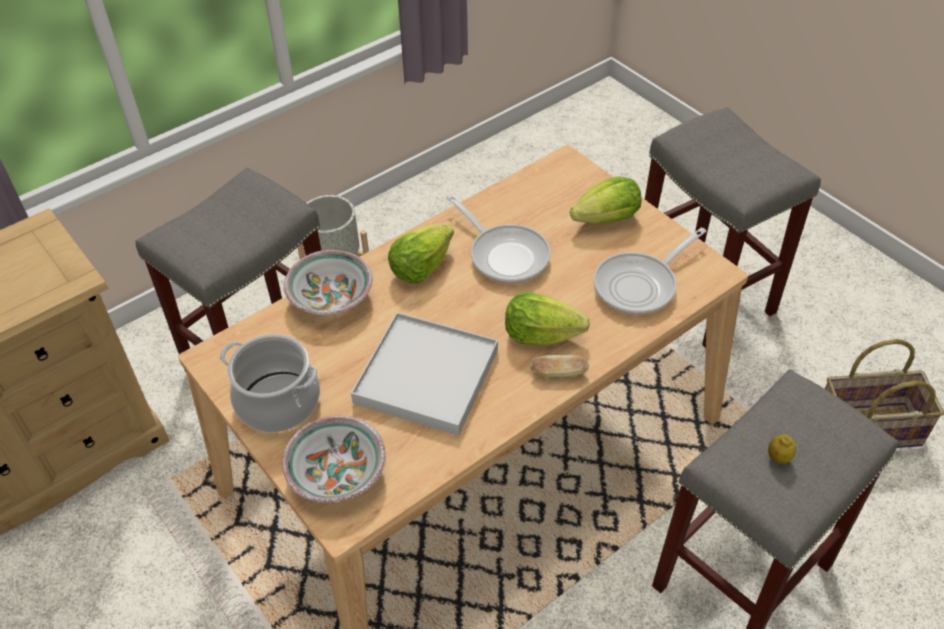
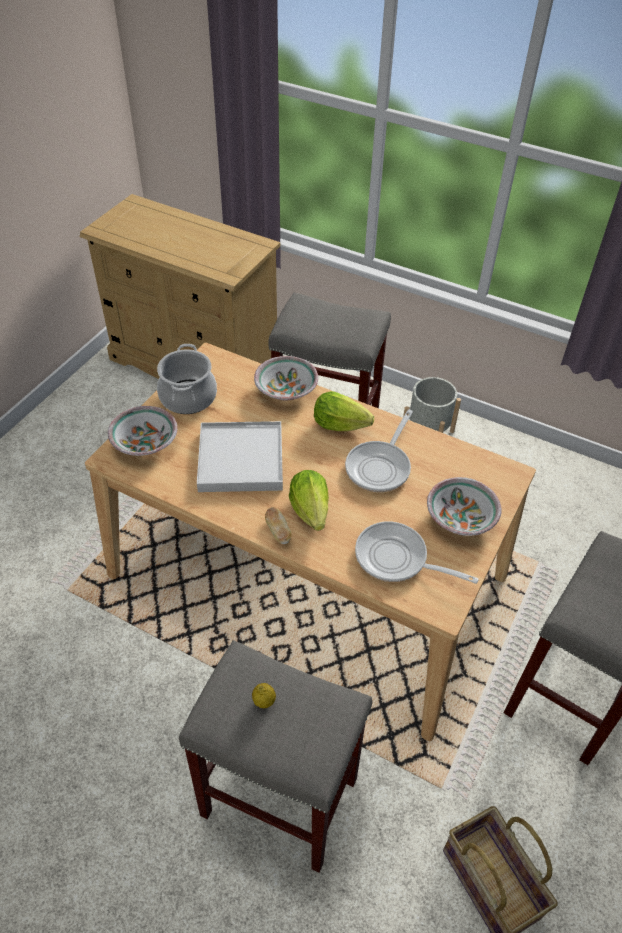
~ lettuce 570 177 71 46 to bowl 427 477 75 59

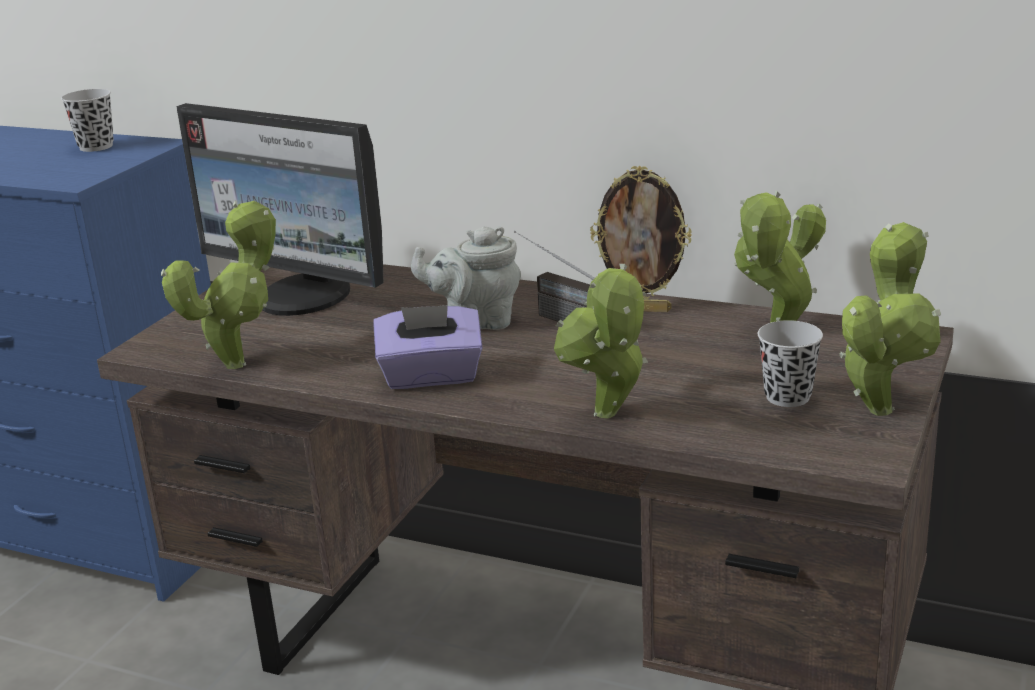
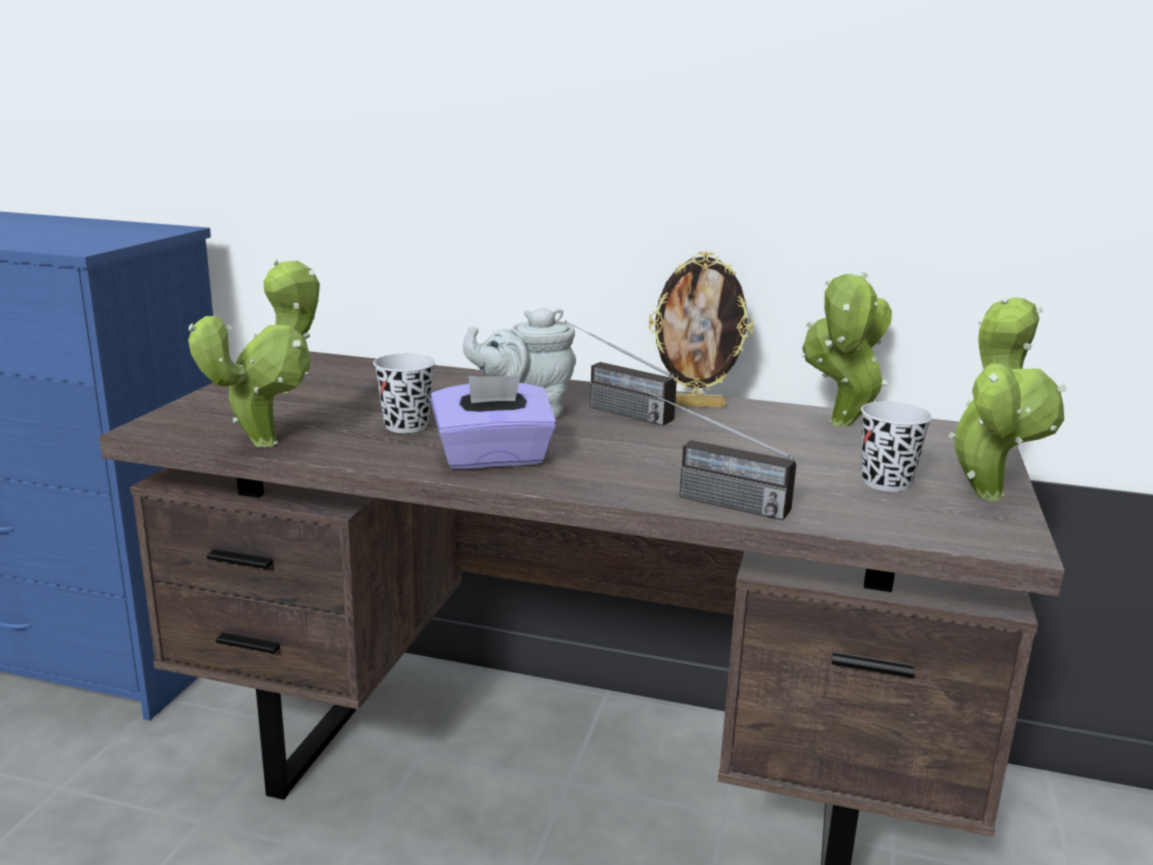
- monitor 176 103 208 213
~ cup (black) 61 89 53 63 to 373 353 62 80
~ potted plant 554 264 94 154 to radio 640 388 156 132

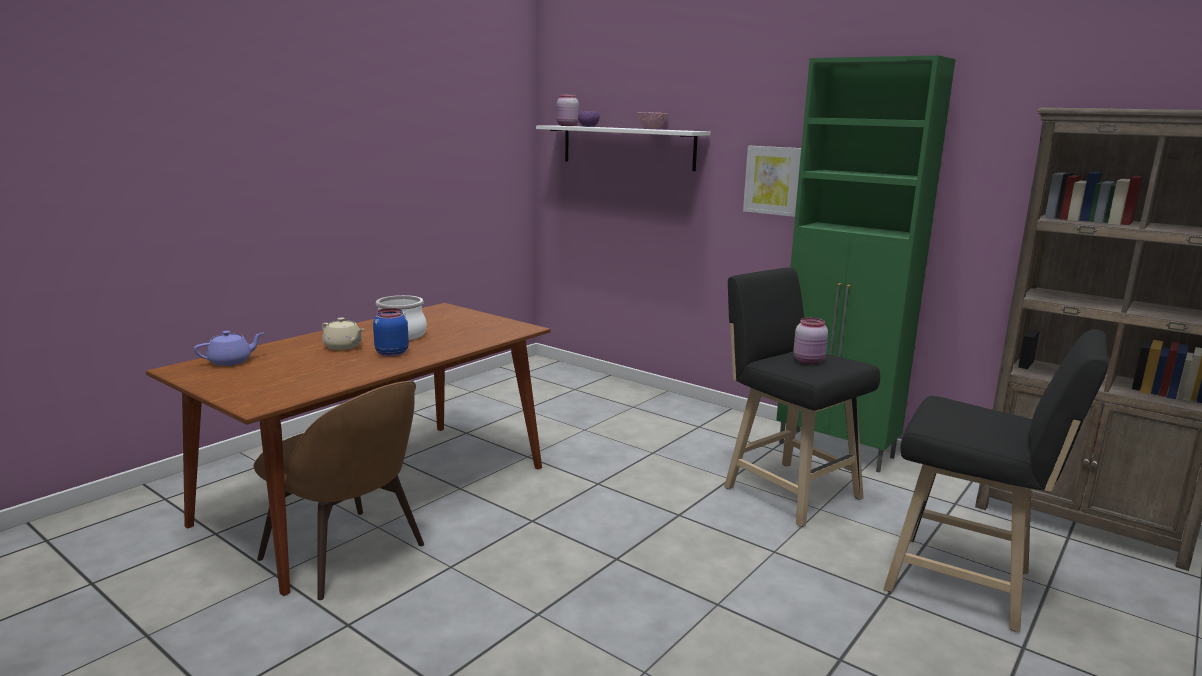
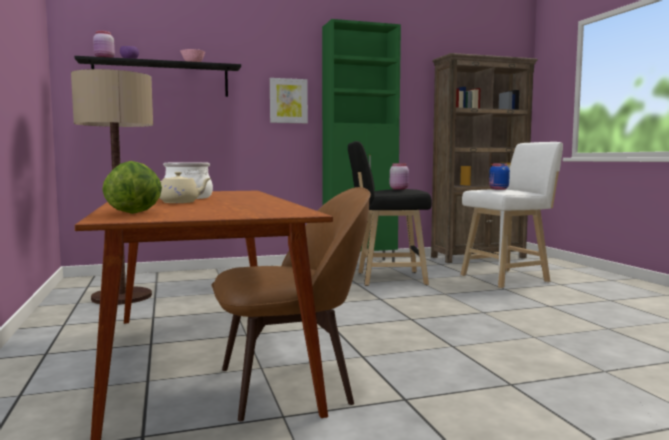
+ floor lamp 71 69 82 236
~ jar (blue) 373 308 36 49 to 489 163 21 27
~ teapot (purple) 194 331 69 35 to lettuce 102 161 60 53
~ shelf (white) 536 125 174 46 to shelf (black) 74 56 167 41
~ stool (black) 883 329 225 303 to stool (white) 460 142 103 146

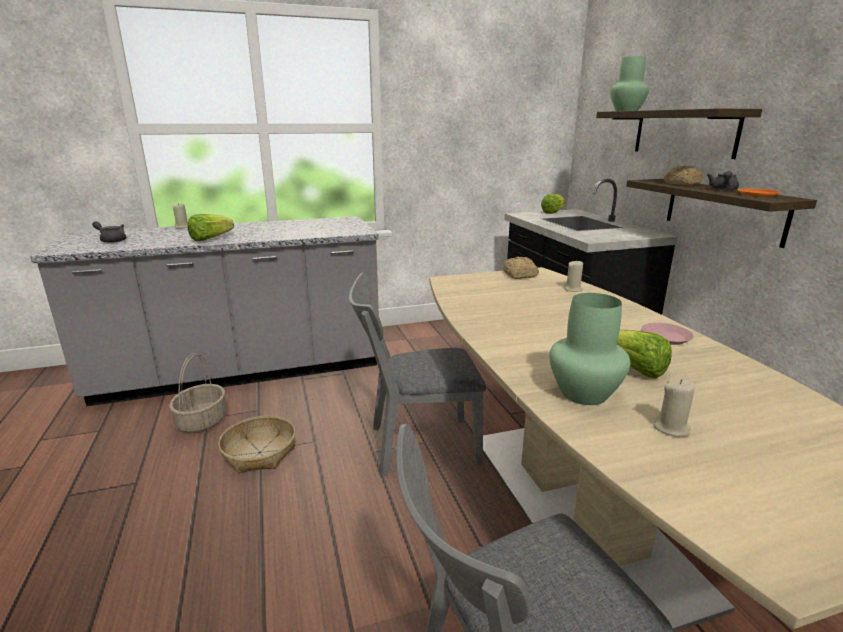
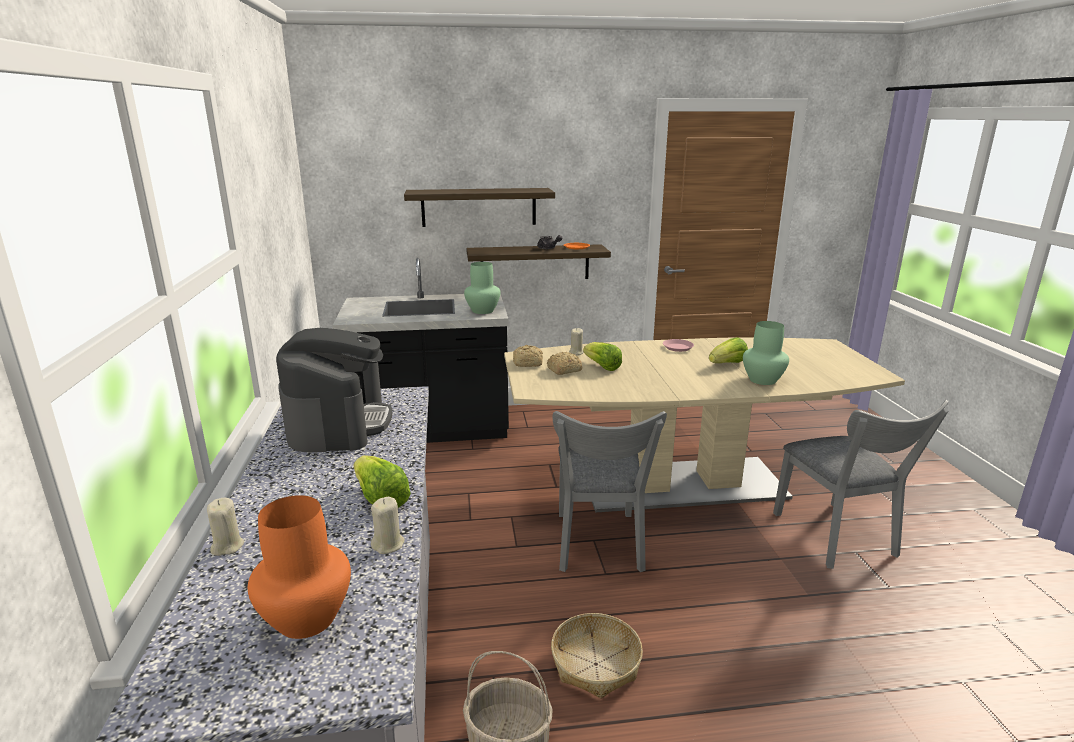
+ coffee machine 276 328 116 124
~ lettuce 541 194 24 20 to 583 342 39 29
~ vase (green) 610 56 40 55 to 464 262 37 52
~ candle (beige) 654 379 41 58 to 371 497 34 57
~ bread 664 166 39 19 to 547 352 35 23
~ teapot (grey) 92 221 34 22 to vase (orange) 248 495 103 144

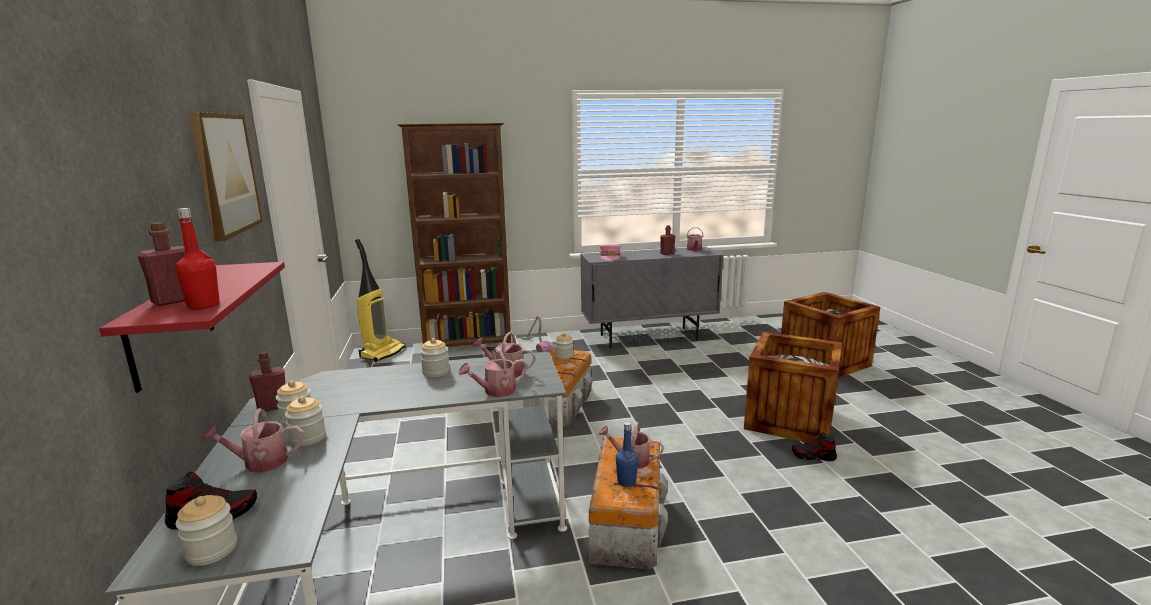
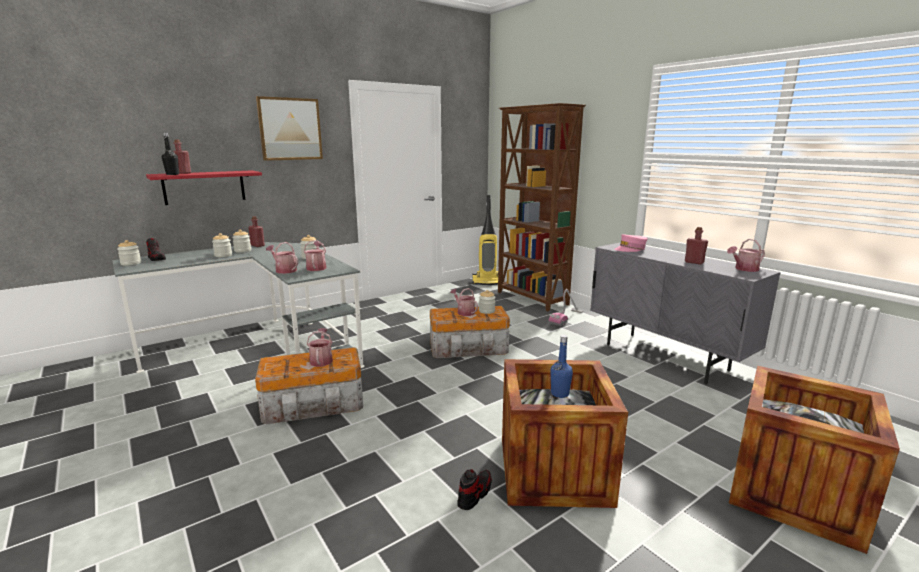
~ watering can 202 408 102 64 to 450 288 28 28
~ bottle (blue) 616 422 23 65 to 550 335 23 63
~ bottle (red) 175 208 45 101 to bottle (black) 162 132 17 43
~ shoe 792 432 45 29 = 457 469 35 41 45 degrees clockwise

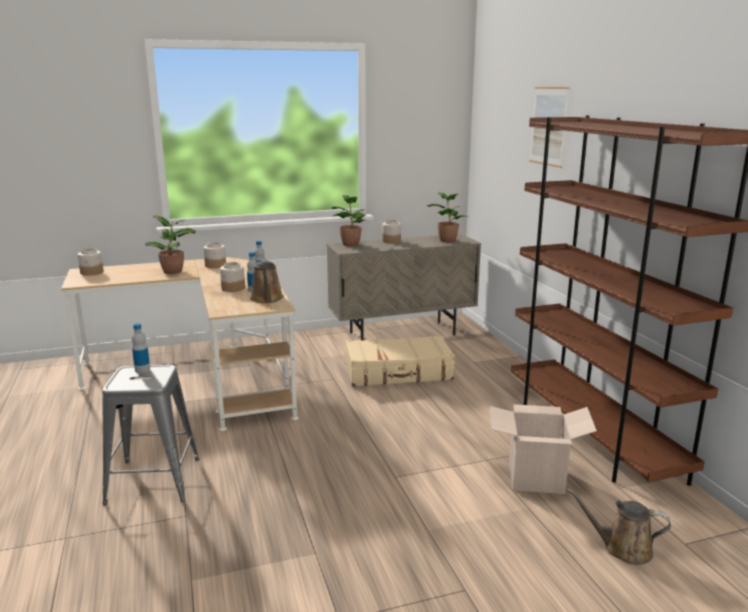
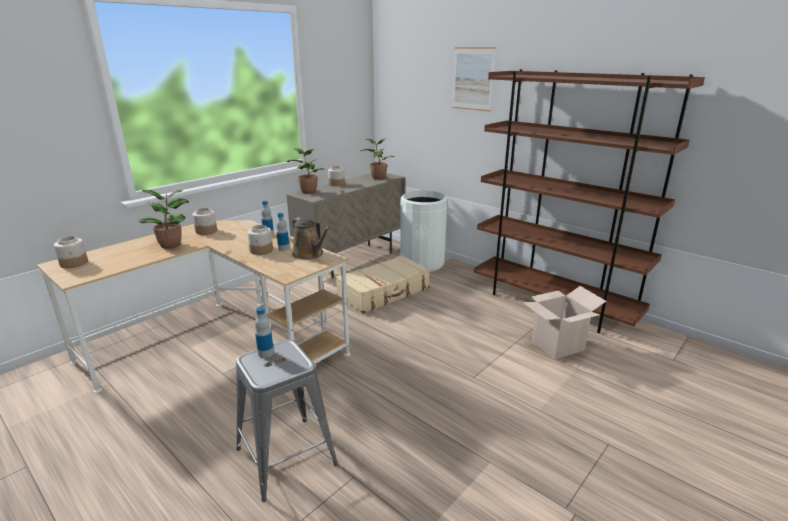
- watering can (brown) 567 488 104 77
+ trash can (white) 400 191 47 81

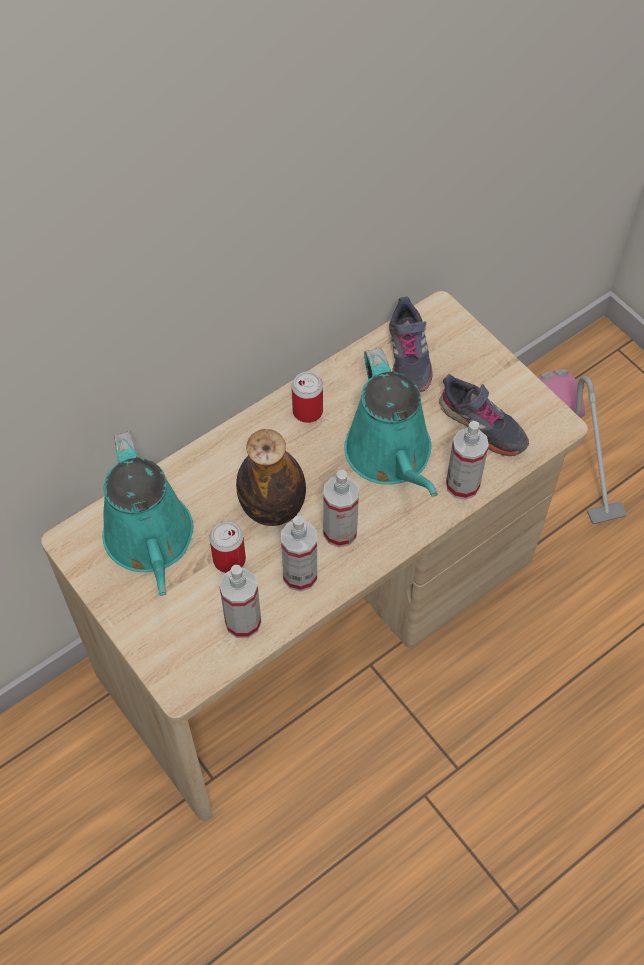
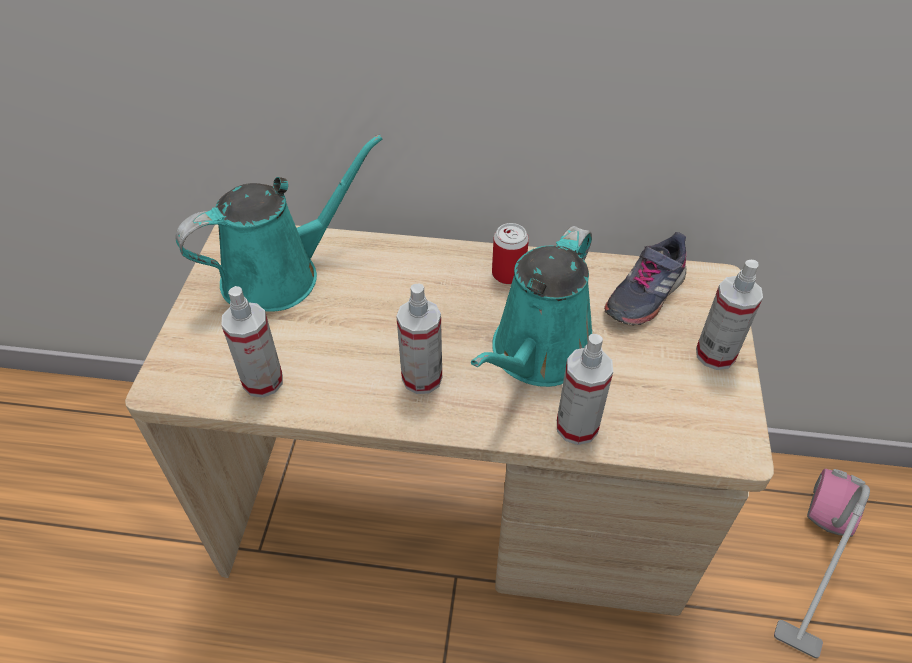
- can 209 521 37 52
- bottle 236 429 70 97
- shoe (grey) 439 374 90 82
~ spray bottle 281 515 36 77 to 696 260 67 110
~ watering can (turquoise) 102 431 91 165 = 175 135 207 177 150 degrees counterclockwise

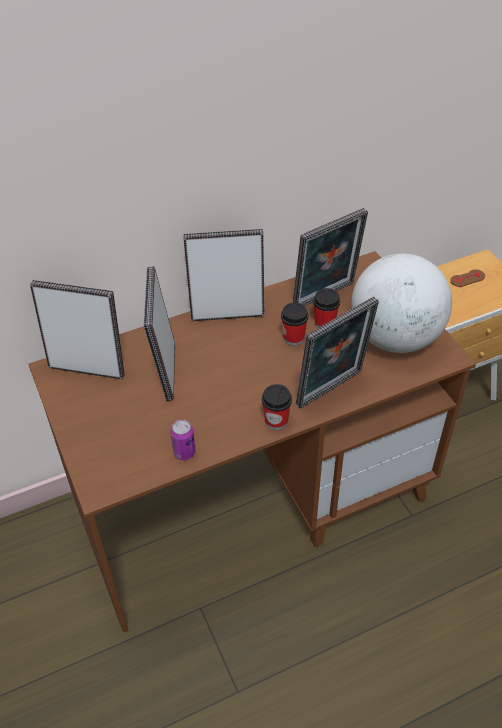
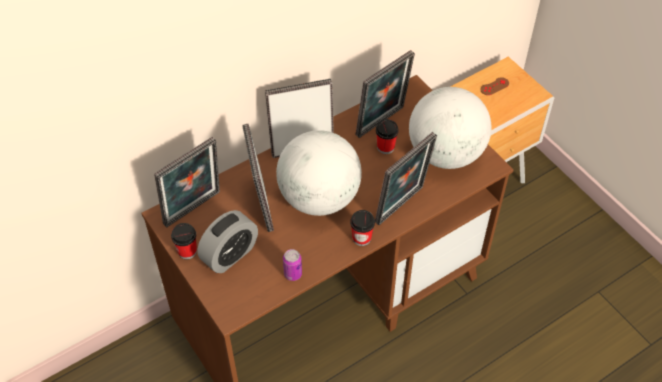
+ alarm clock 197 210 61 63
+ globe 276 130 86 86
~ cup 281 303 27 43 to 171 223 26 36
~ picture frame 30 280 95 99 = 154 137 66 90 135 degrees clockwise

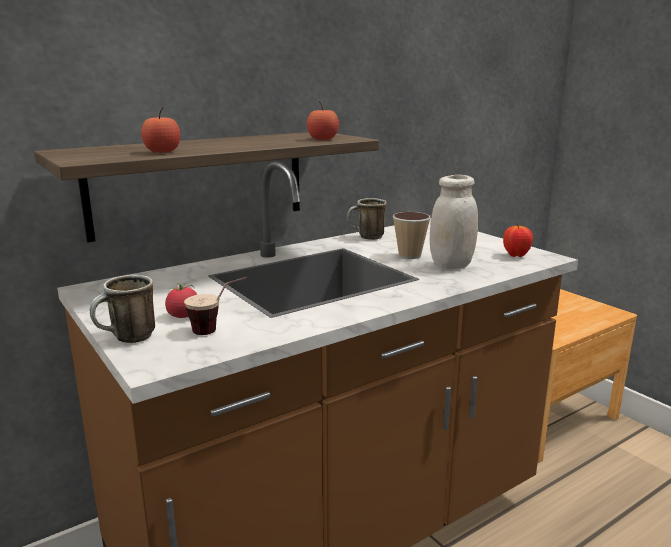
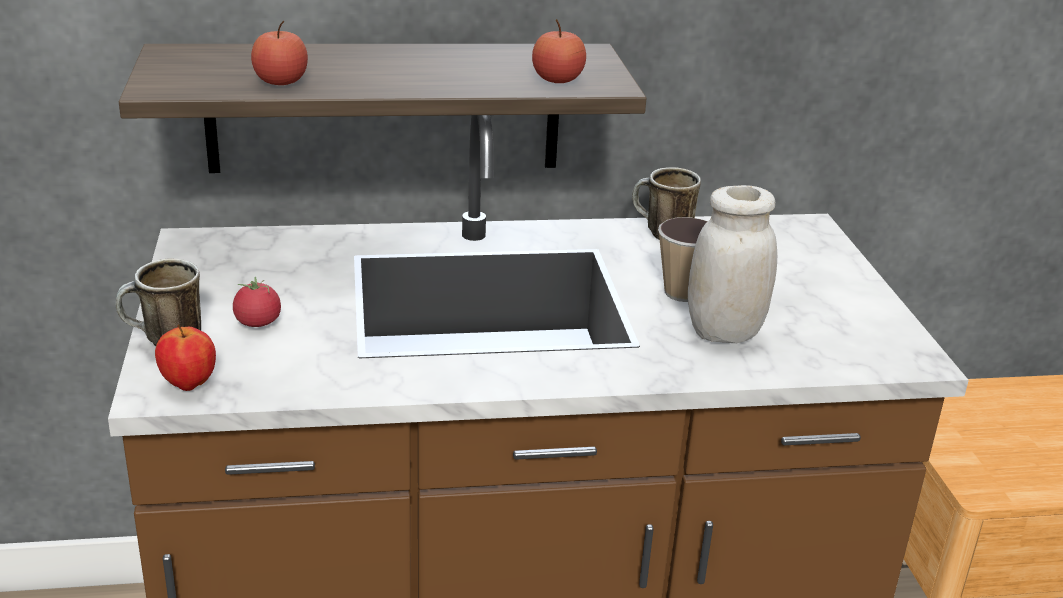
- cup 184 277 63 58
~ apple 503 223 30 34 to 155 324 61 67

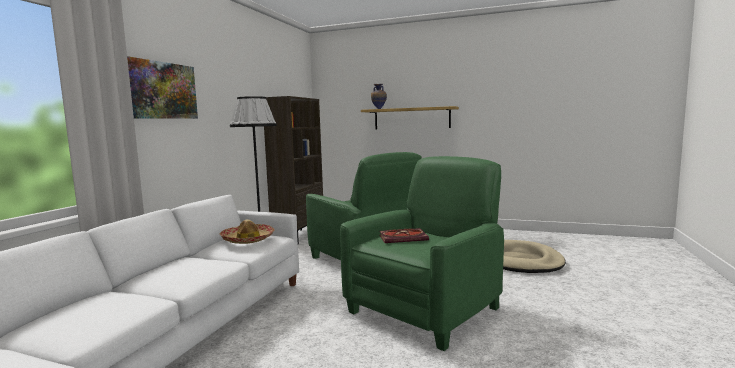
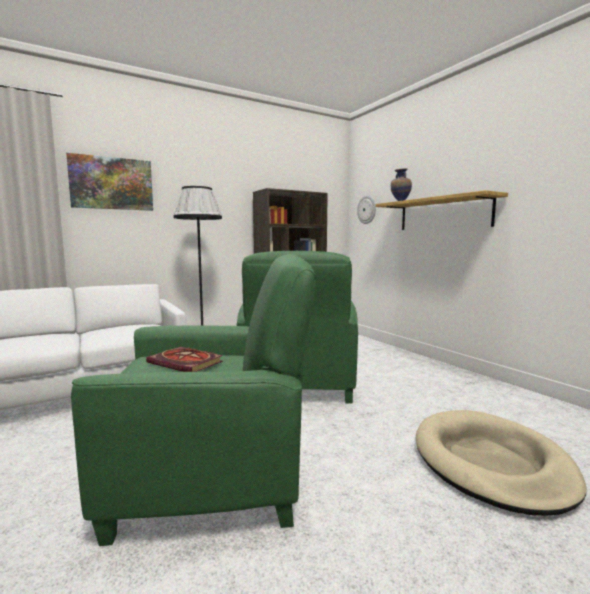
- hat 220 219 54 25
+ wall clock 357 196 19 28

